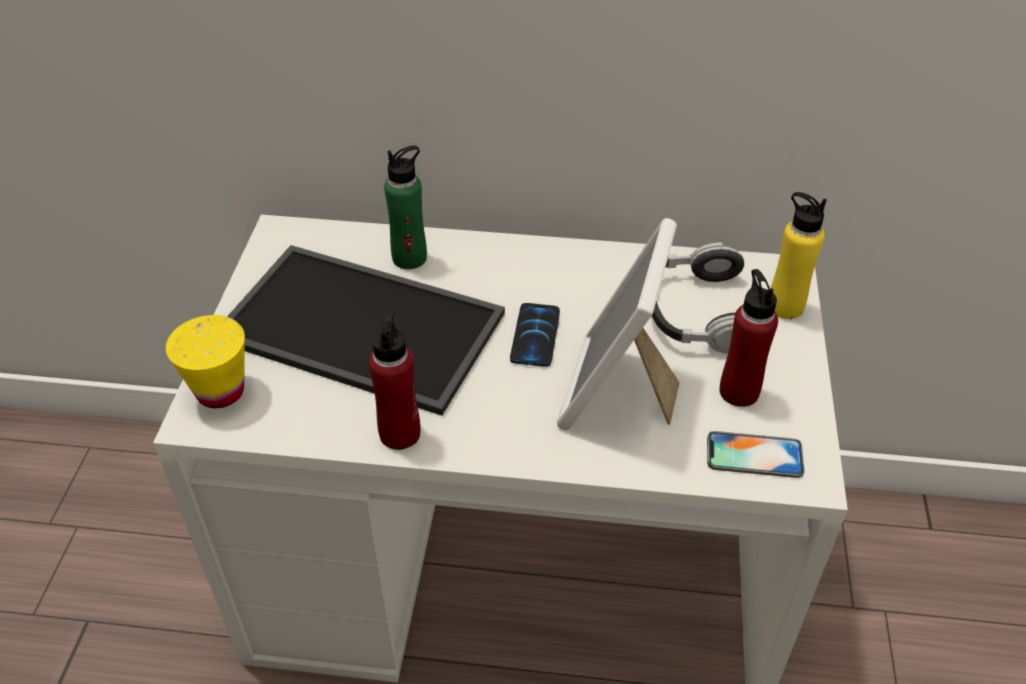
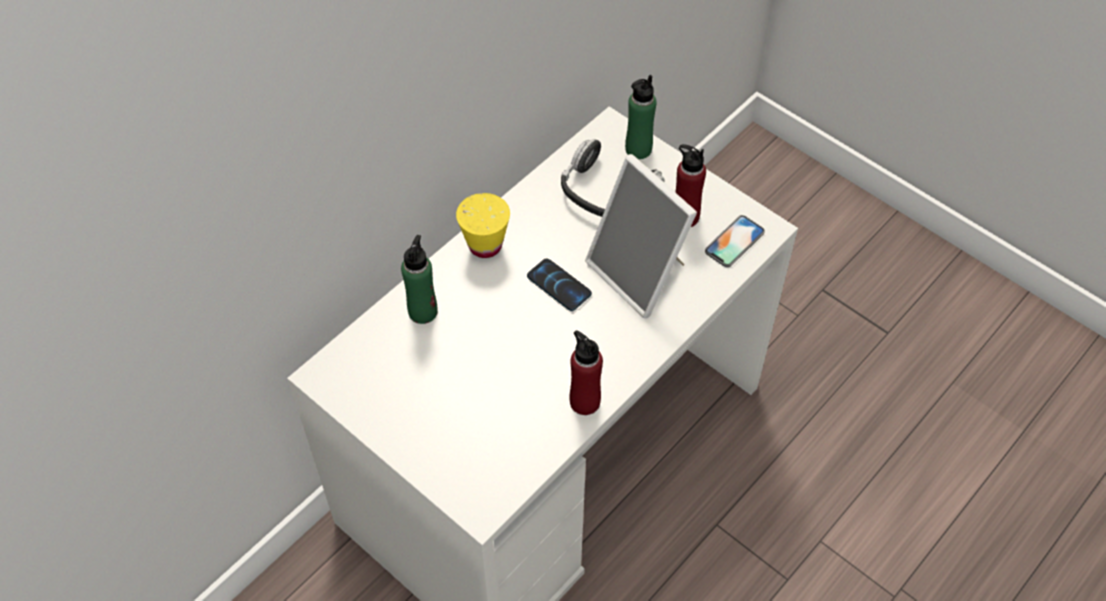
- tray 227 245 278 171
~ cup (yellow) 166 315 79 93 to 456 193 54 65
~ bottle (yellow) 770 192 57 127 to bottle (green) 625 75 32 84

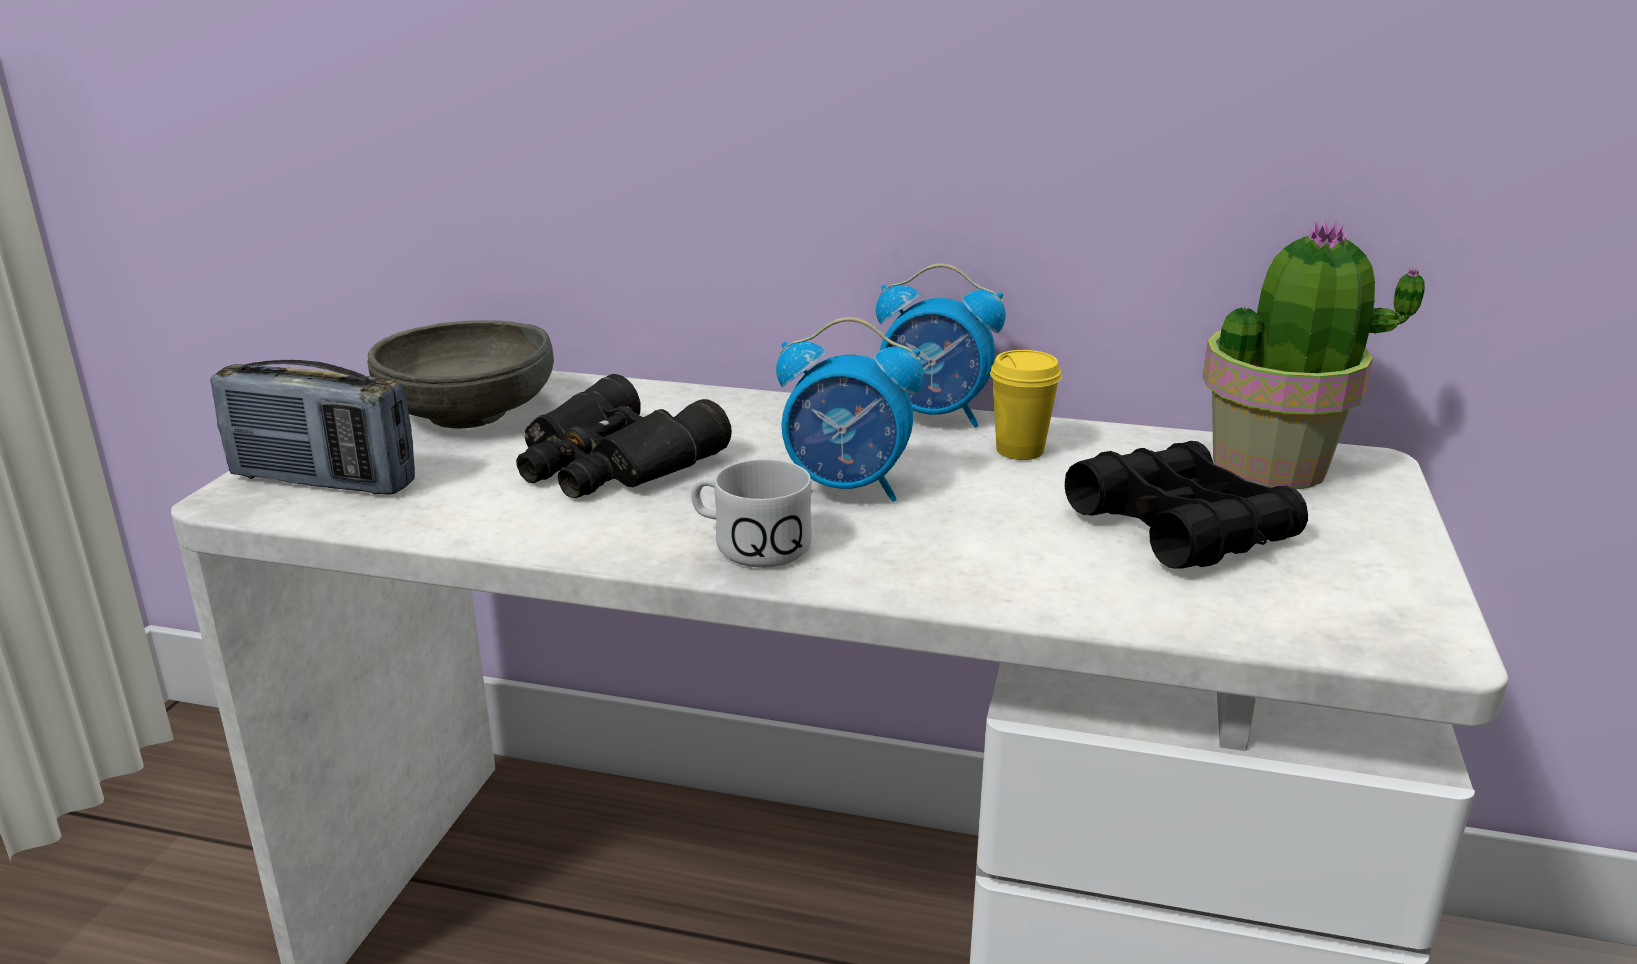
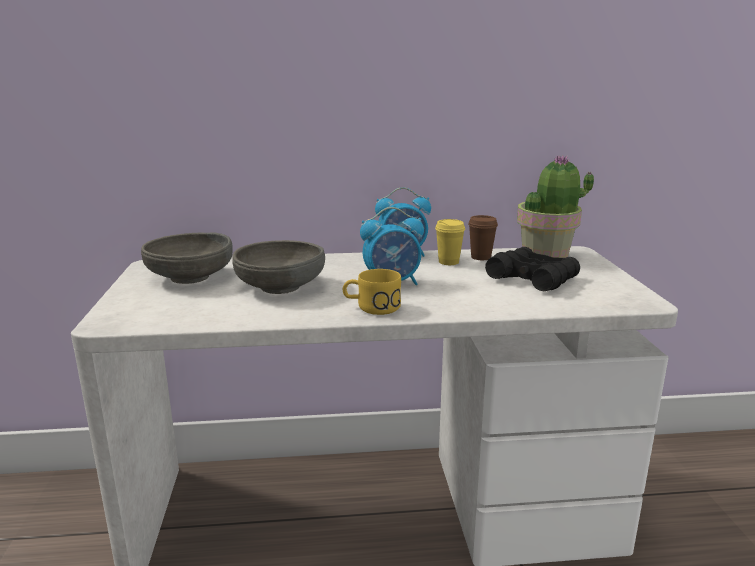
- radio 210 360 205 134
+ cup (brown) 468 215 30 45
~ binoculars (black) 516 374 216 124 to bowl (grey) 232 240 93 54
~ mug (white) 691 459 121 109 to mug (yellow) 343 269 58 46

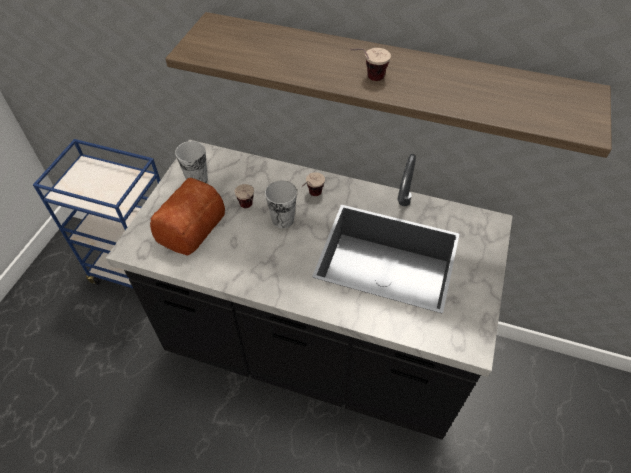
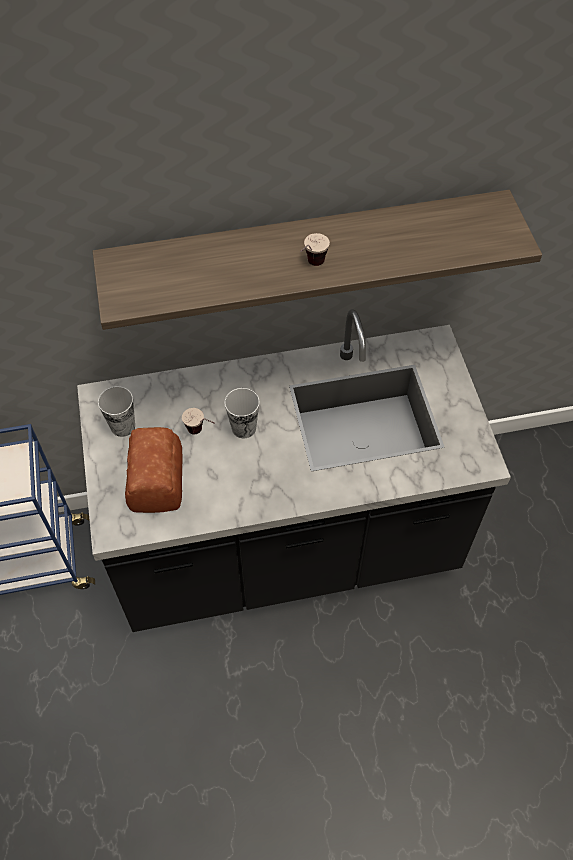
- cup 302 172 23 24

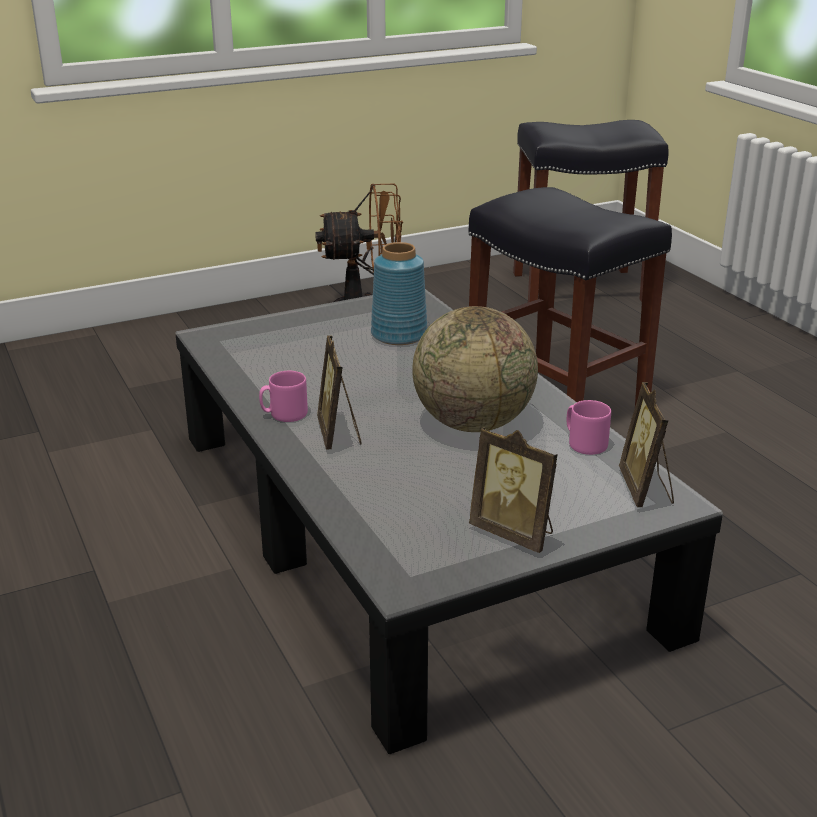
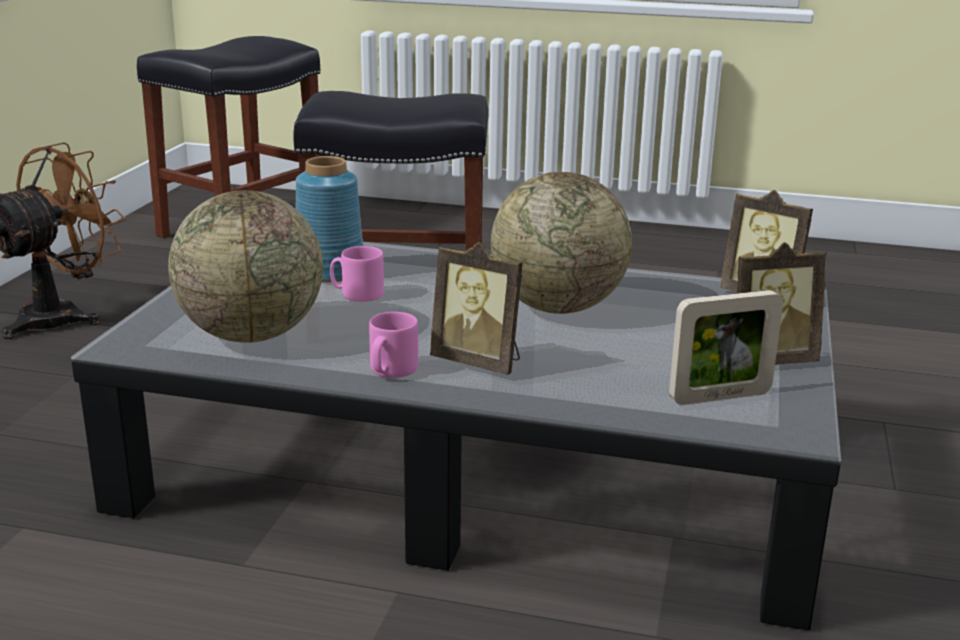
+ globe 168 190 155 153
+ picture frame 669 290 114 115
~ mug (pink) 567 400 44 55 to 330 246 54 56

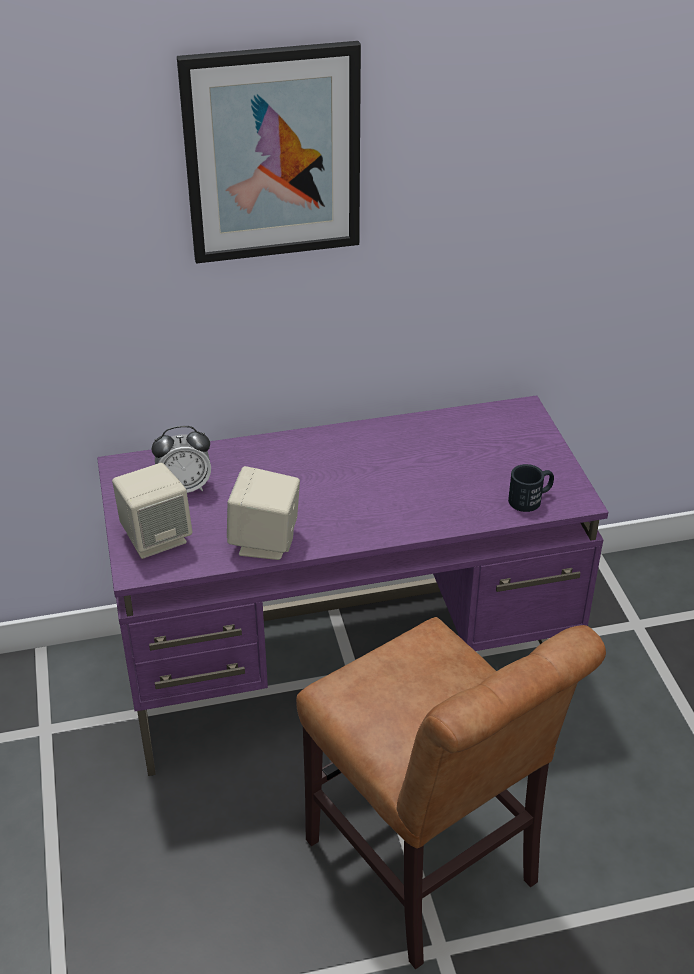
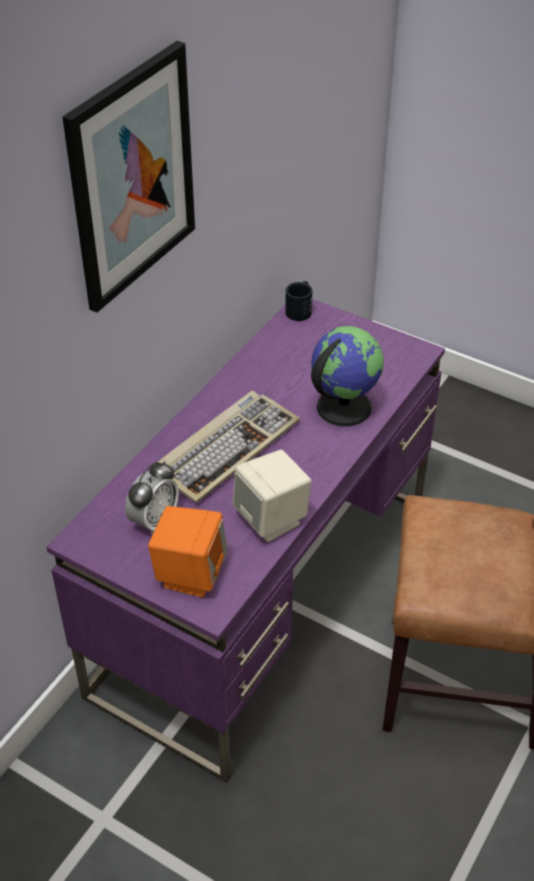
+ keyboard 158 391 142 112
+ globe 311 326 73 100
~ mug (black) 508 464 46 48 to 285 281 28 40
~ speaker (beige) 112 463 81 96 to speaker (orange) 148 506 80 92

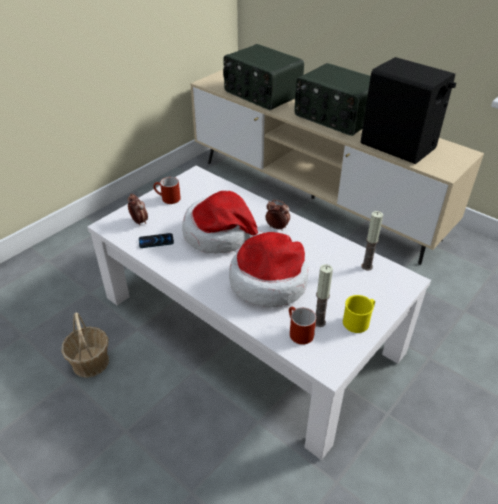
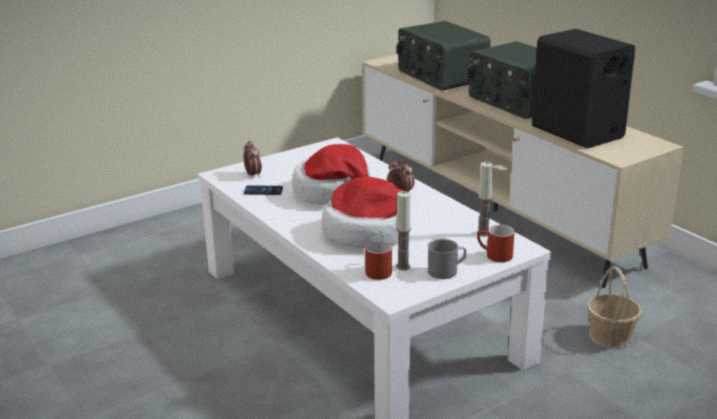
~ basket 61 313 48 65 to 587 266 55 83
~ mug (red) 153 177 28 27 to 477 225 38 37
~ mug (yellow) 343 295 32 38 to mug (grey) 428 239 38 40

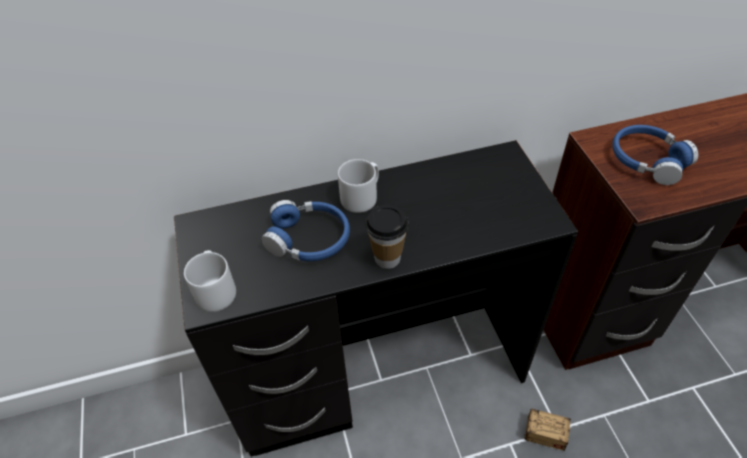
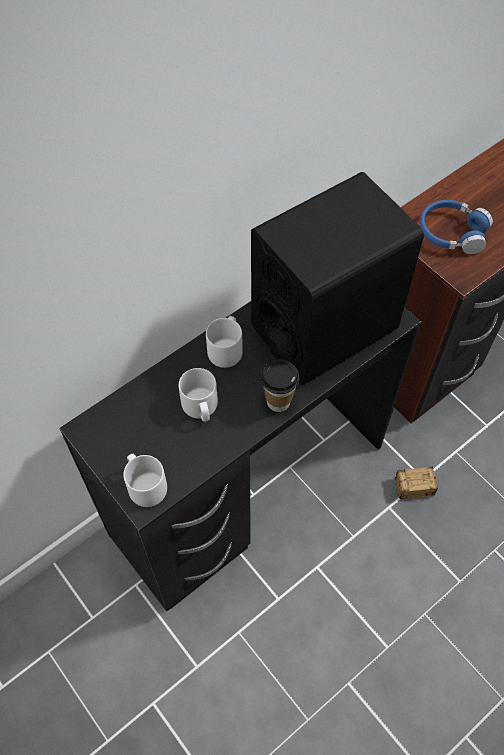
+ speaker (black) 251 172 173 213
~ headphones (blue) 261 200 89 61 to mug (grey) 179 368 39 54

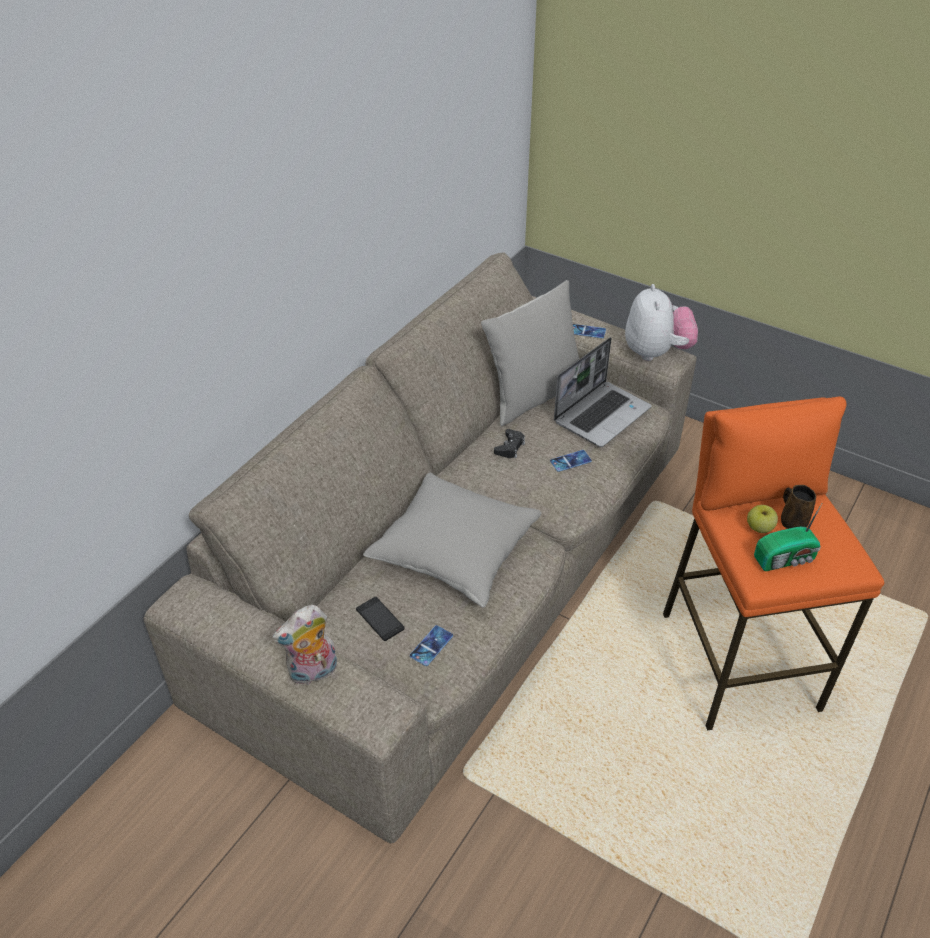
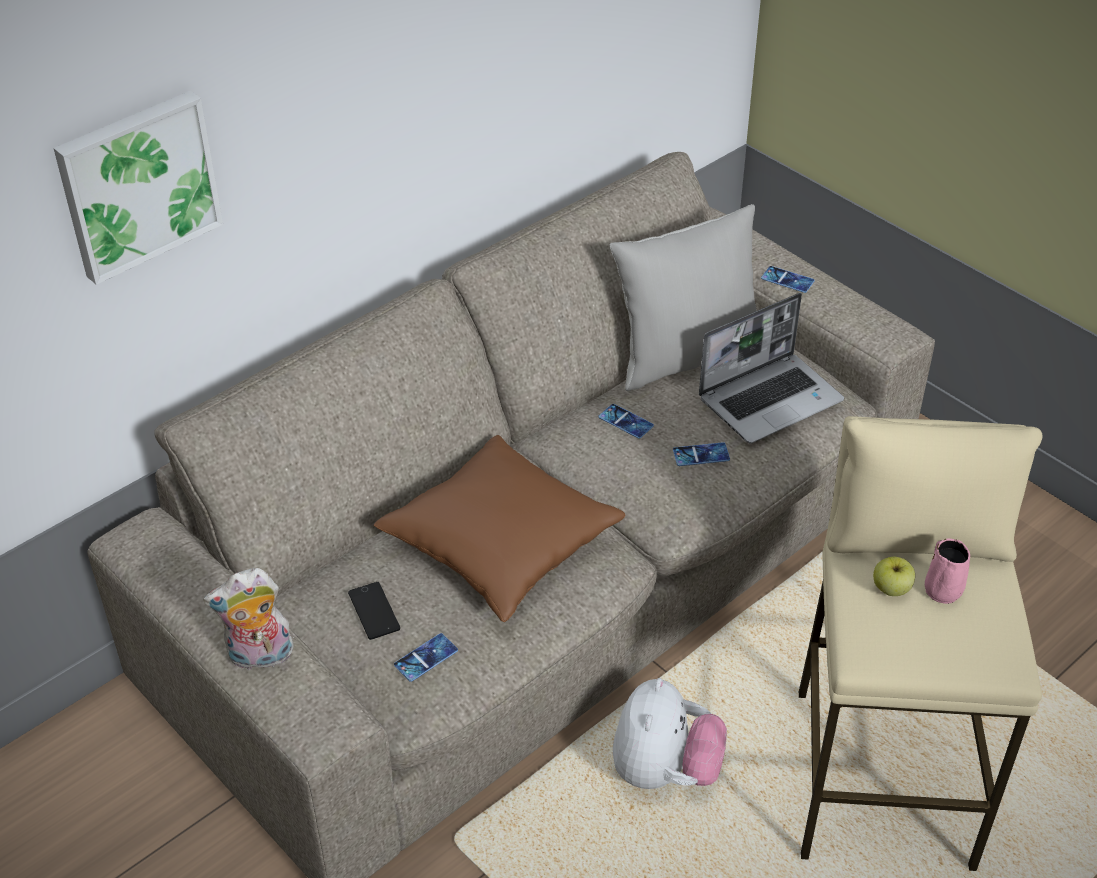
- radio 754 504 68 67
+ picture 54 91 169 194
~ plush toy 625 284 73 77 to 613 678 114 111
~ game controller (black) 494 429 31 29 to phone 599 404 55 34
~ pillow (grey) 363 473 178 134 to pillow (brown) 374 435 252 187
~ stool (orange) 663 396 221 334 to stool (beige) 799 416 243 455
~ mug (brown) 781 485 35 44 to mug (pink) 925 538 45 66

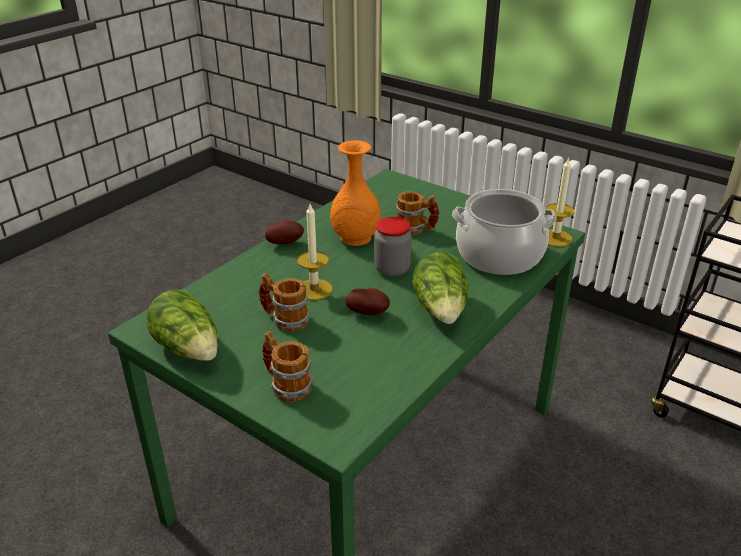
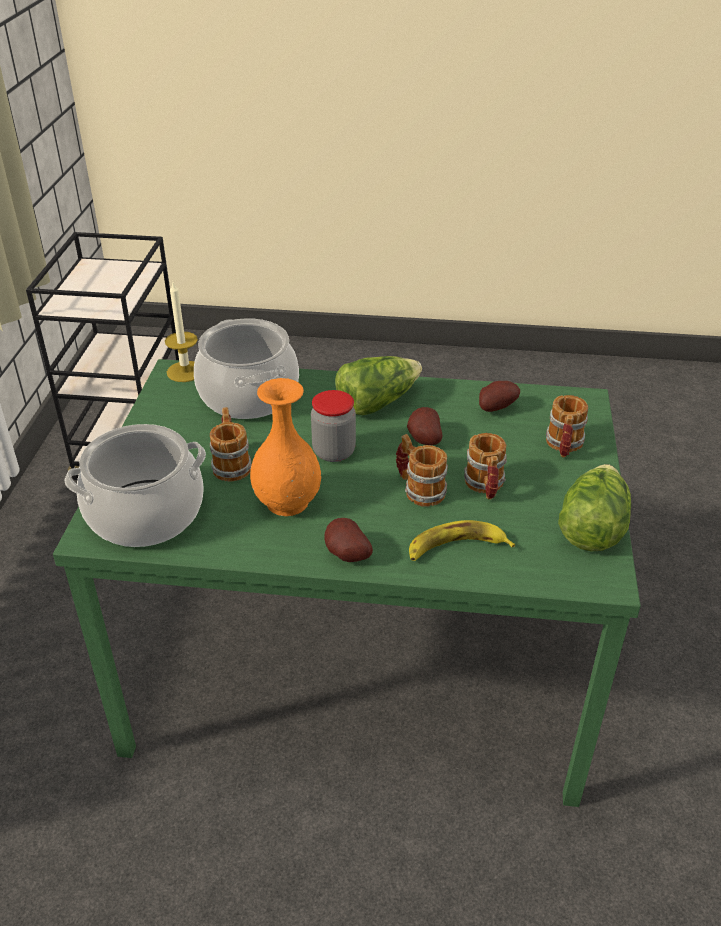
+ cooking pot 65 424 141 123
+ banana 409 520 106 41
+ potato 479 381 41 31
~ candle 297 204 35 96 to mug 396 434 52 73

